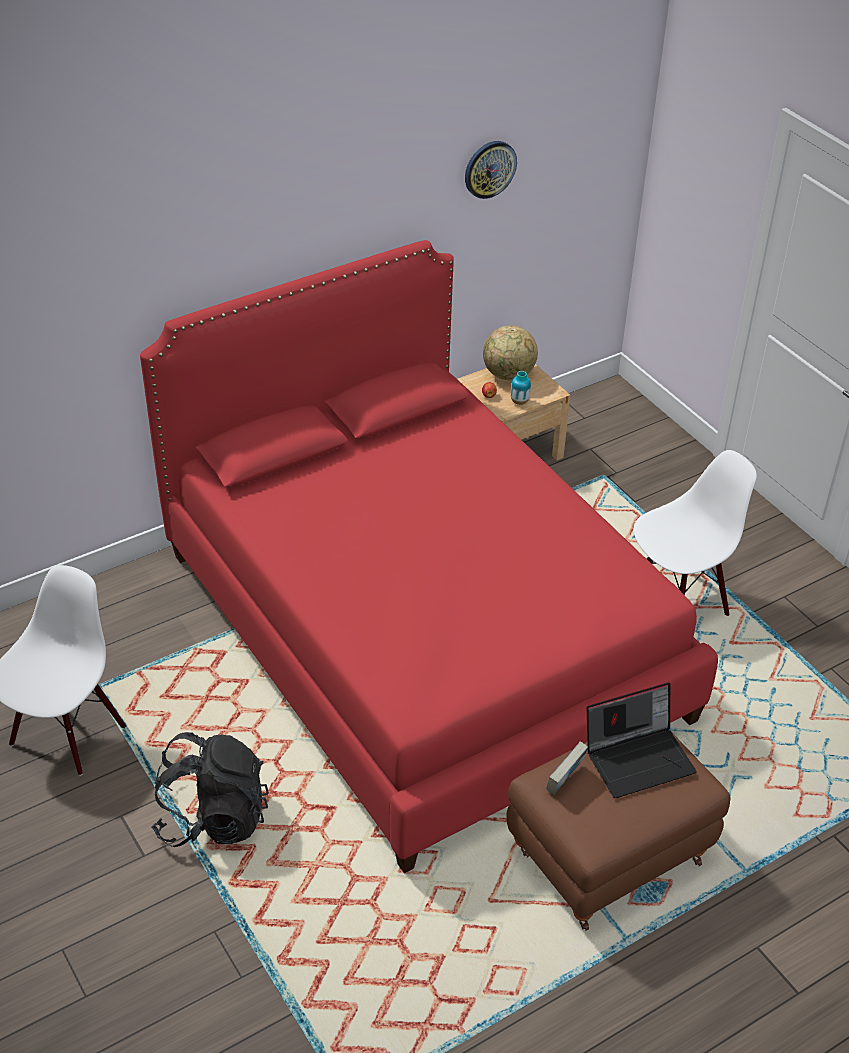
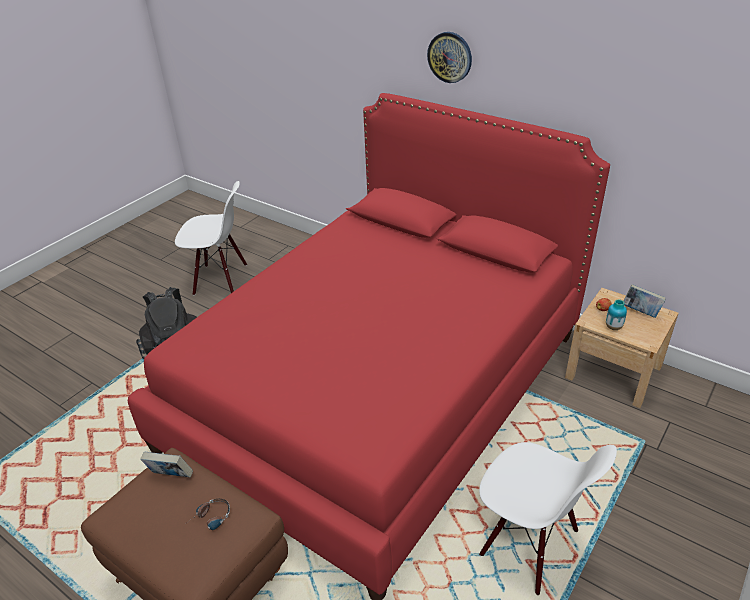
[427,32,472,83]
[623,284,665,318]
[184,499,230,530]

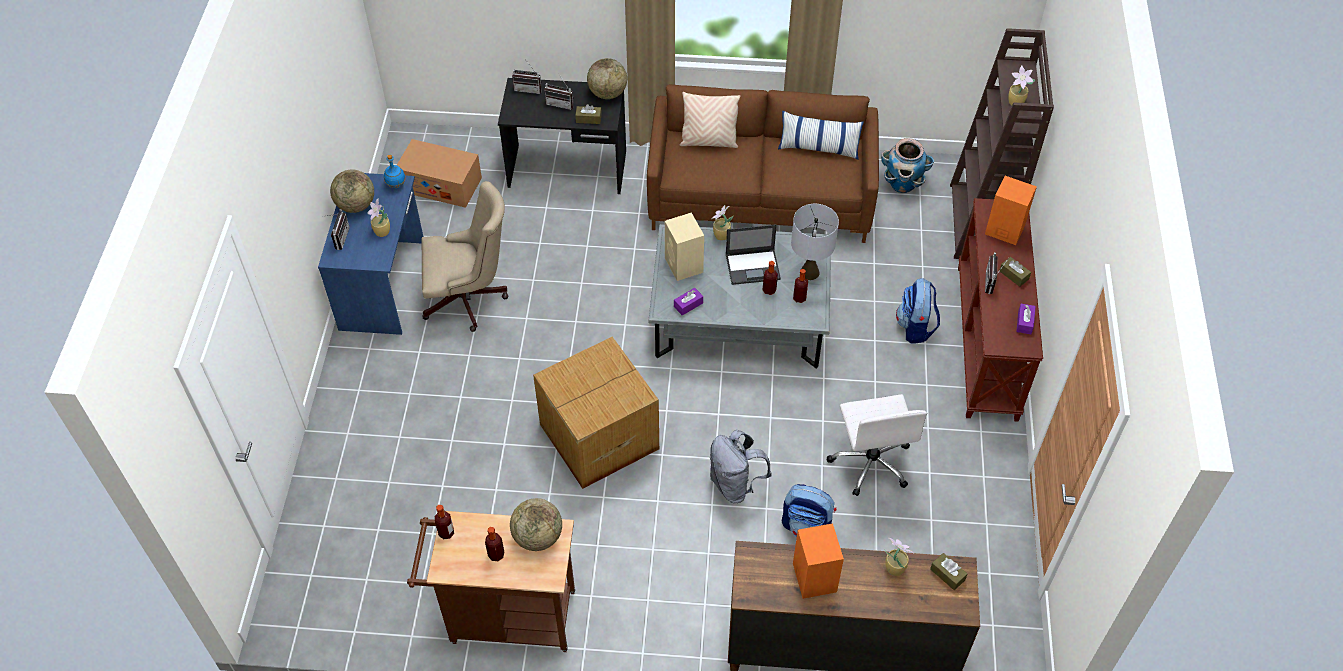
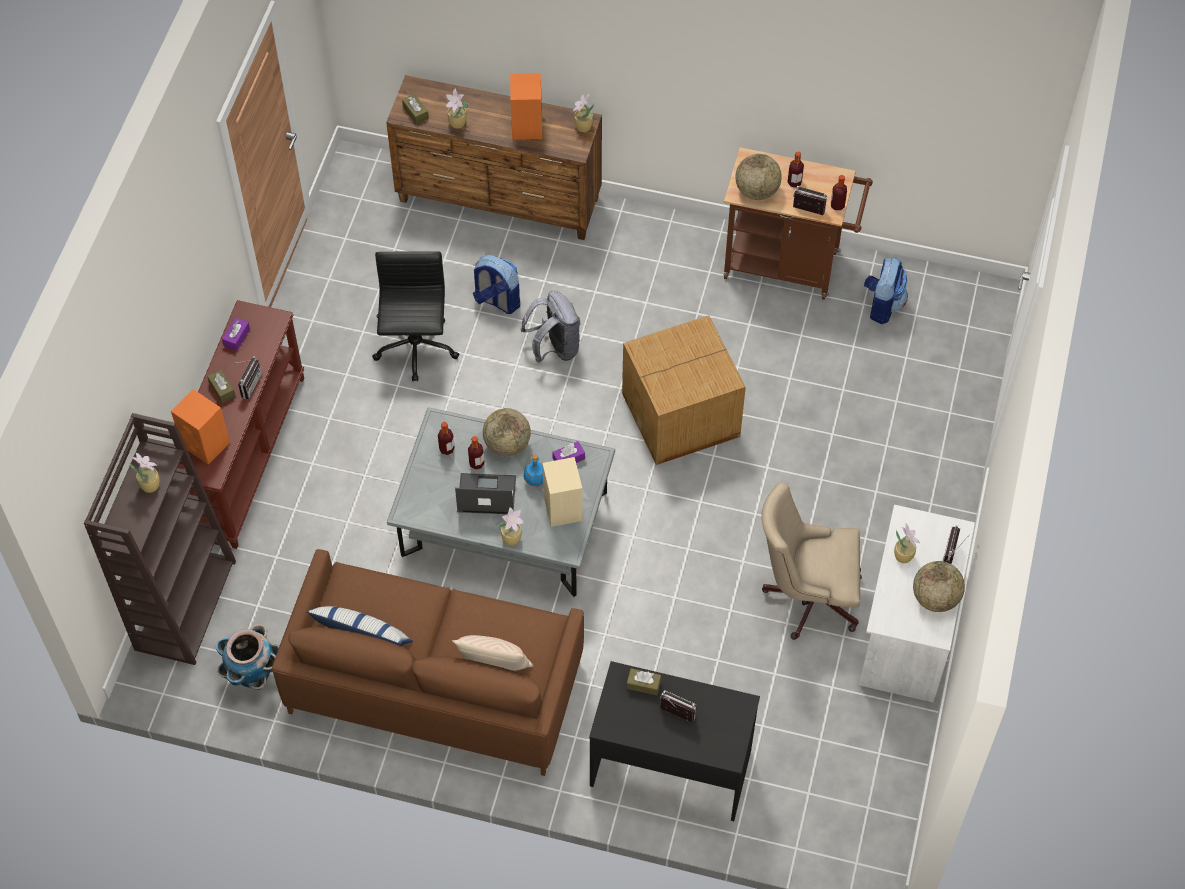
[859,505,975,703]
[523,455,543,487]
[397,139,482,208] (first image)
[793,186,827,215]
[483,408,531,456]
[791,204,839,280] (first image)
[372,251,459,381]
[864,257,908,324]
[573,94,594,132]

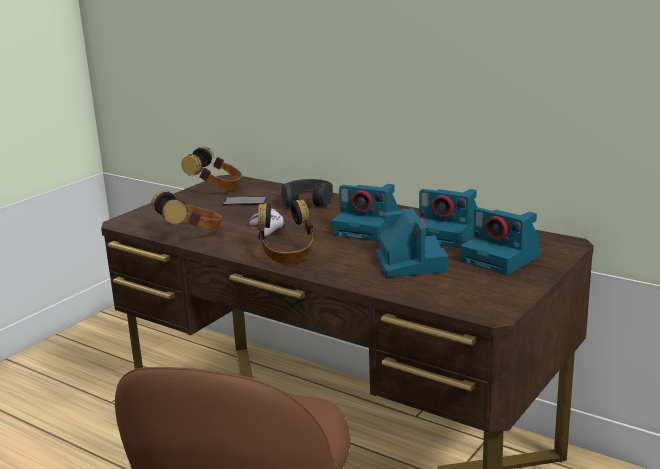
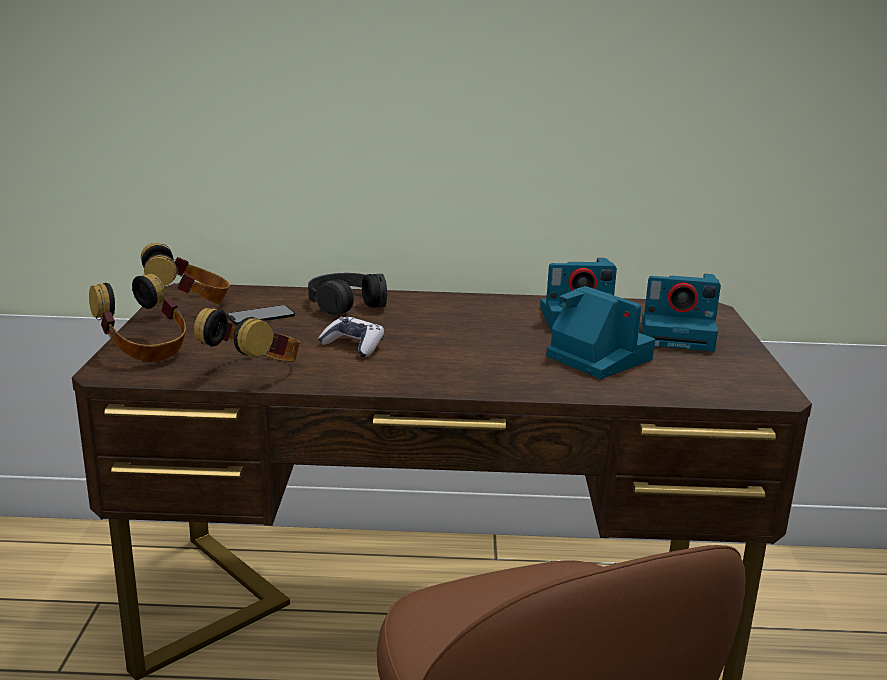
[89,274,186,362]
[332,184,397,241] (first image)

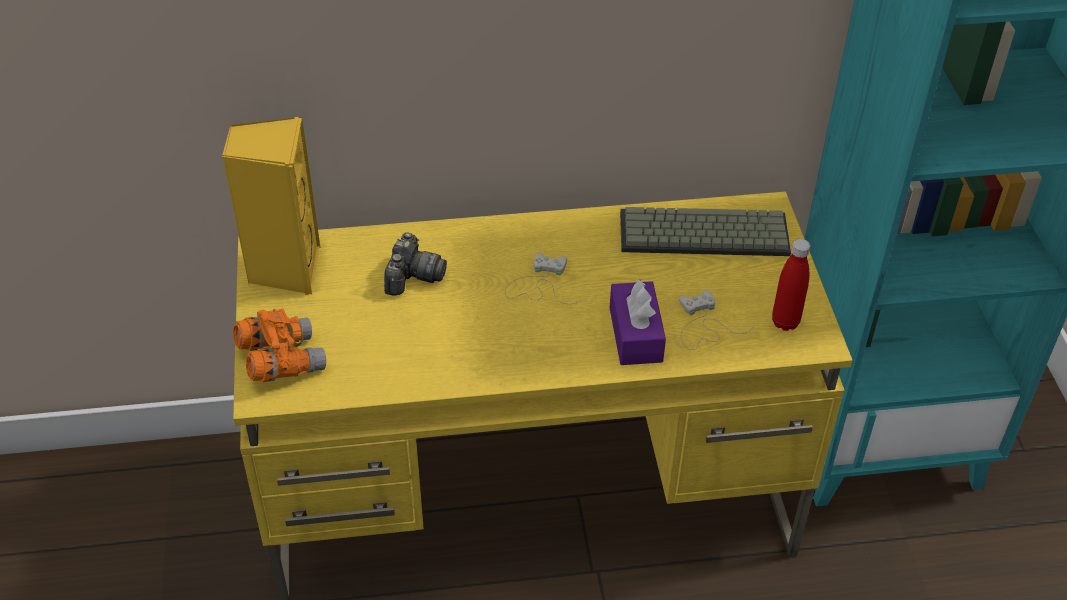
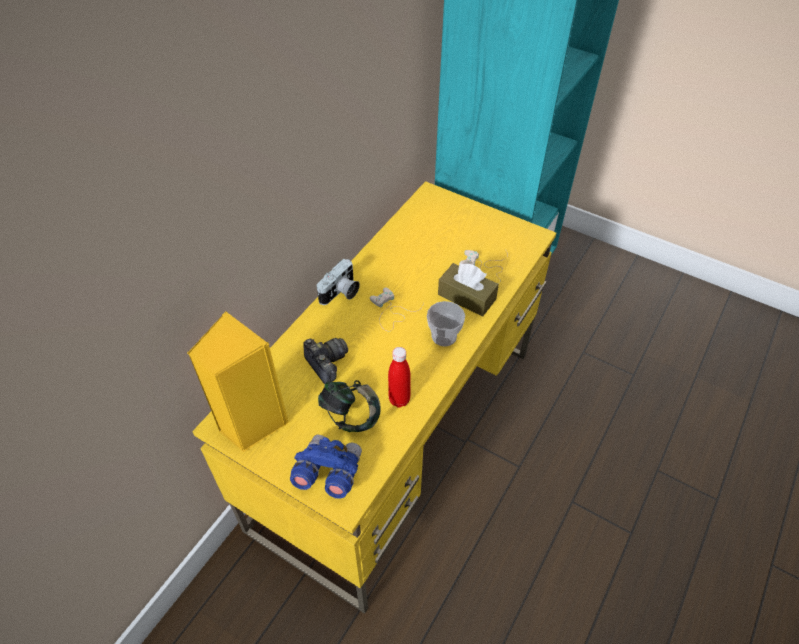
[290,435,362,499]
[438,263,499,317]
[620,207,791,256] (first image)
[388,347,411,407]
[317,259,360,305]
[318,380,380,432]
[427,301,465,347]

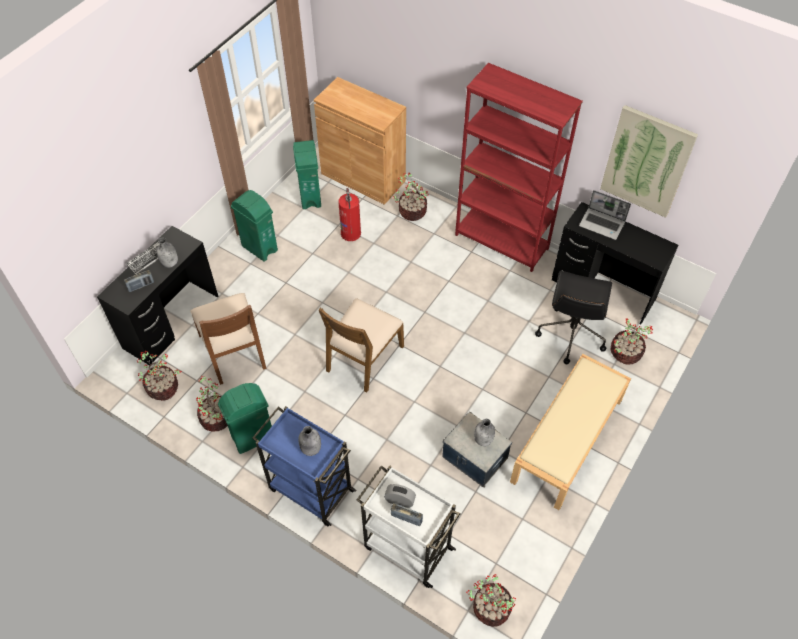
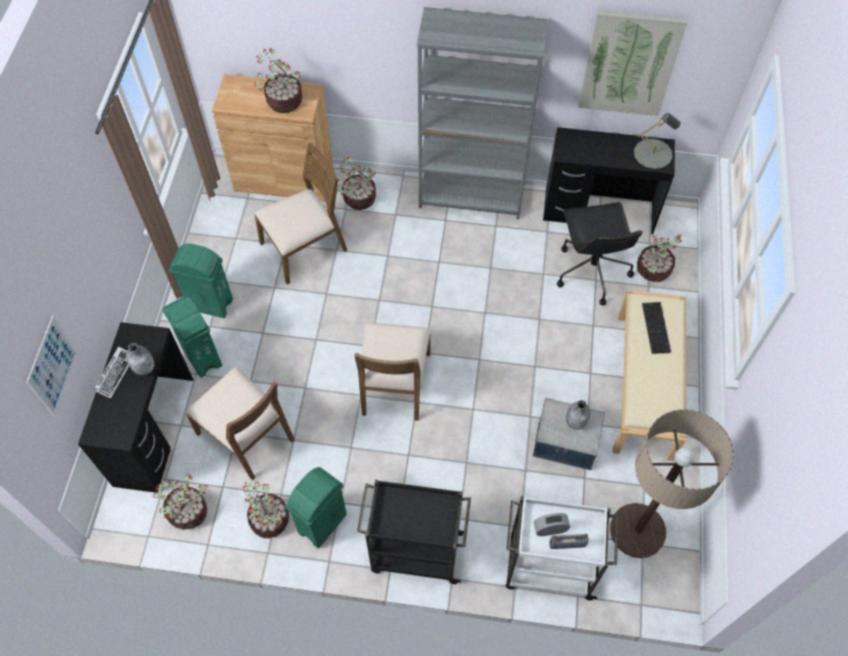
[124,270,154,292] (first image)
[357,479,471,584]
[163,295,222,378]
[298,426,321,456] (first image)
[254,143,348,285]
[417,7,548,219]
[254,48,302,113]
[579,190,631,240] (first image)
[26,315,78,416]
[610,409,734,558]
[634,113,681,169]
[642,302,671,354]

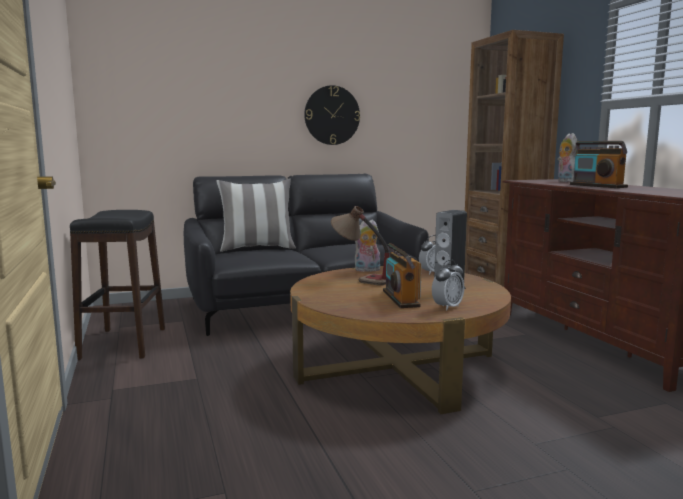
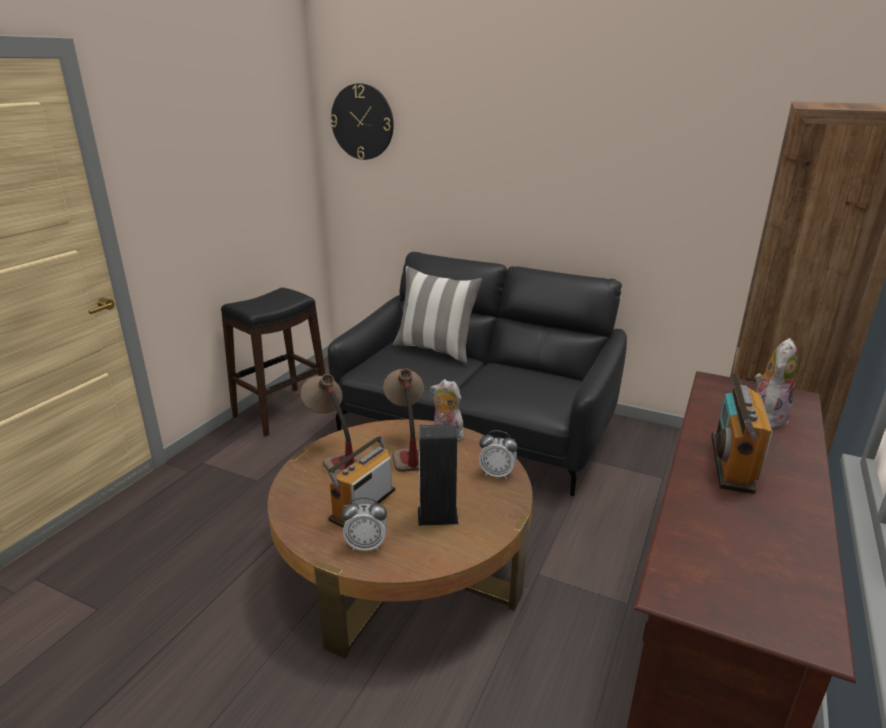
[330,83,394,160]
[301,374,361,476]

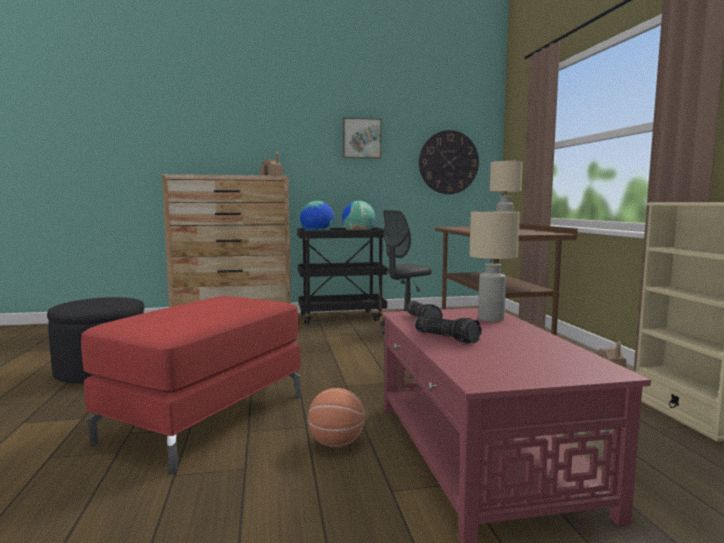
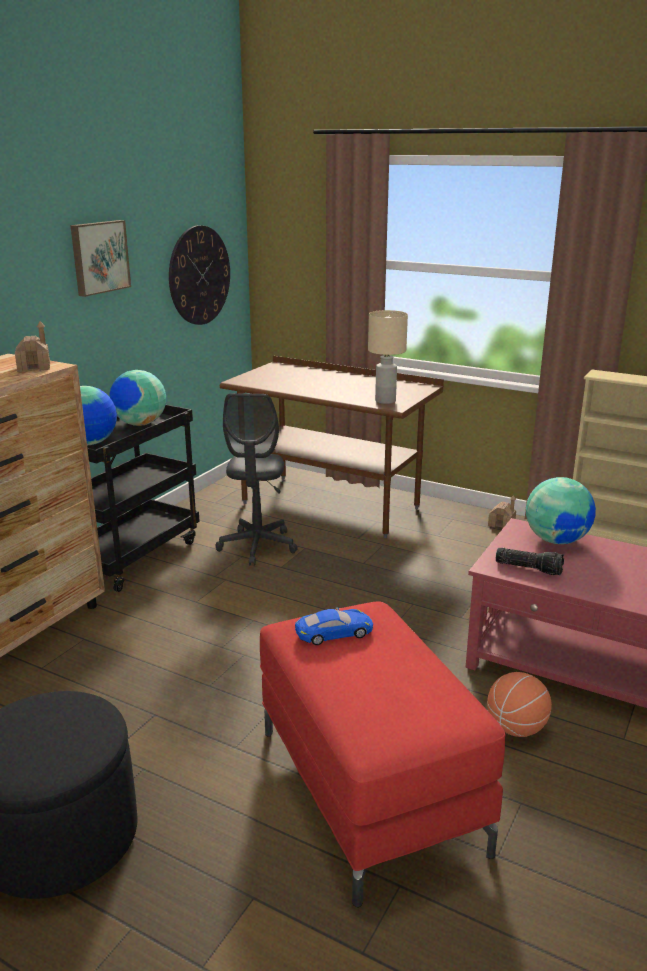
[415,316,482,343] (first image)
[526,477,596,544]
[295,607,373,645]

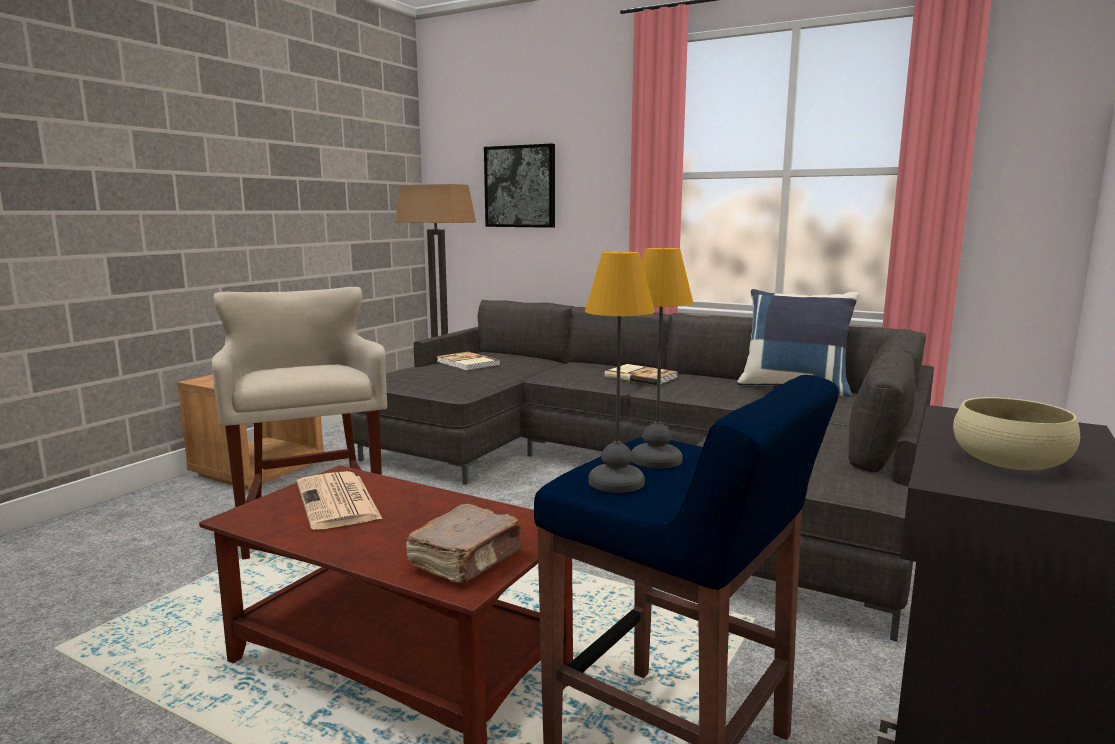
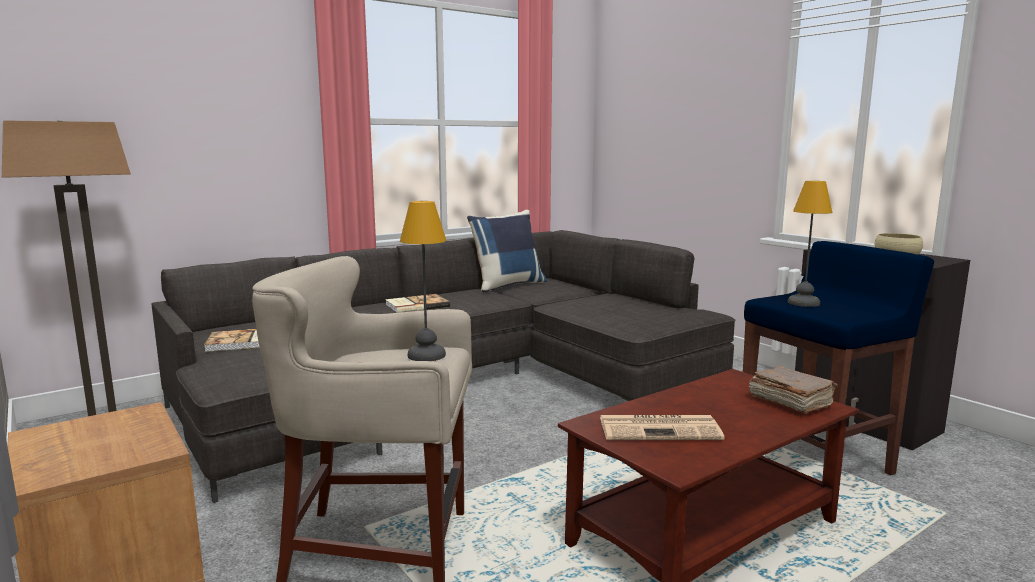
[484,143,555,228] (first image)
[400,201,446,361]

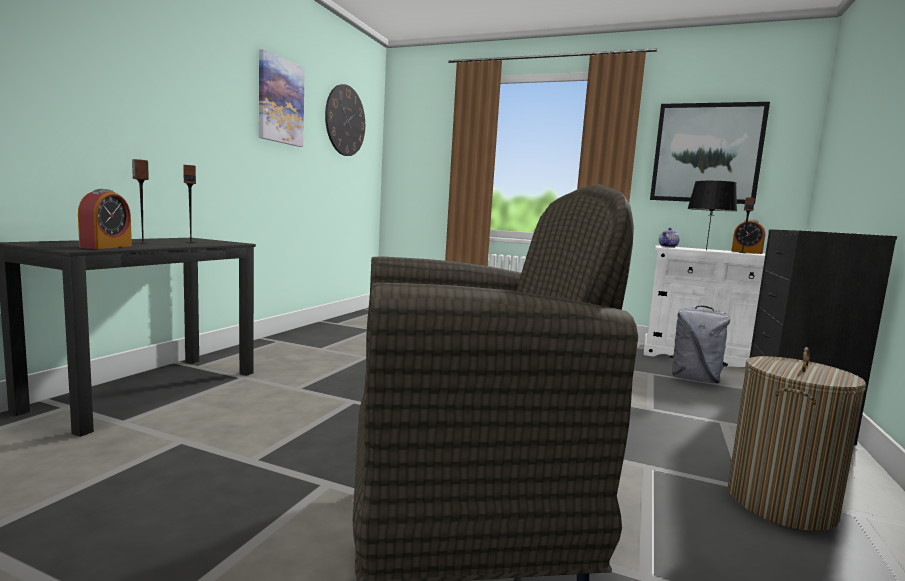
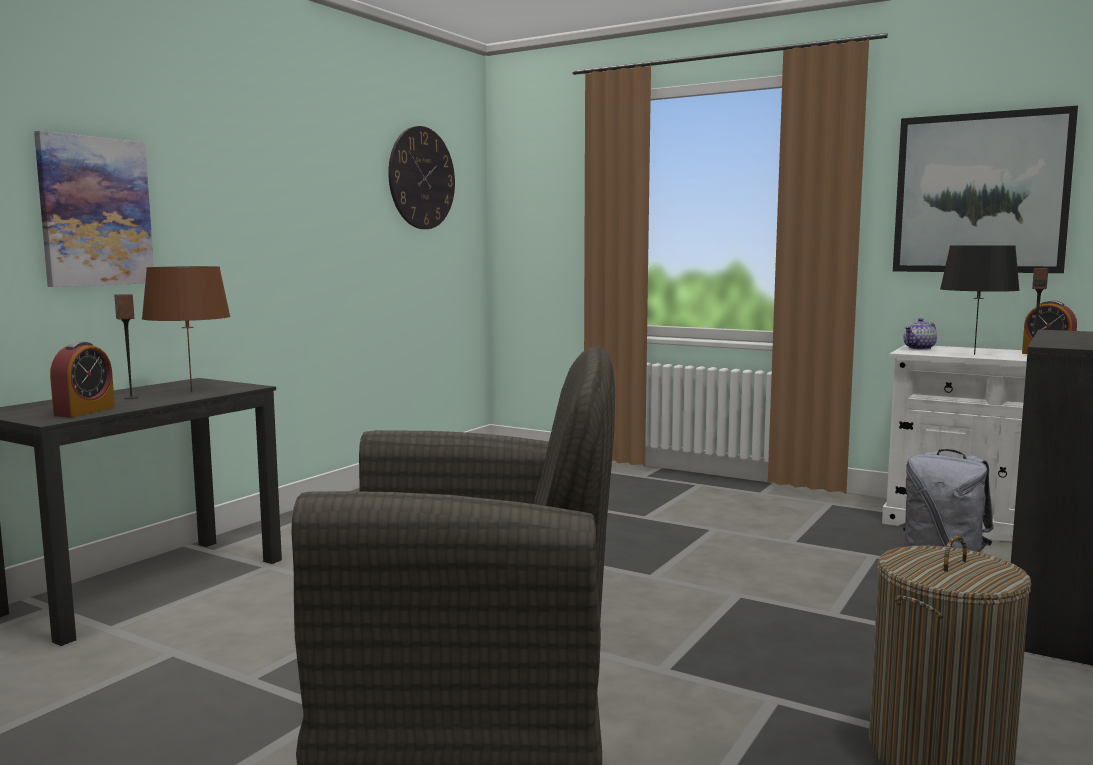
[142,266,231,392]
[34,131,154,287]

